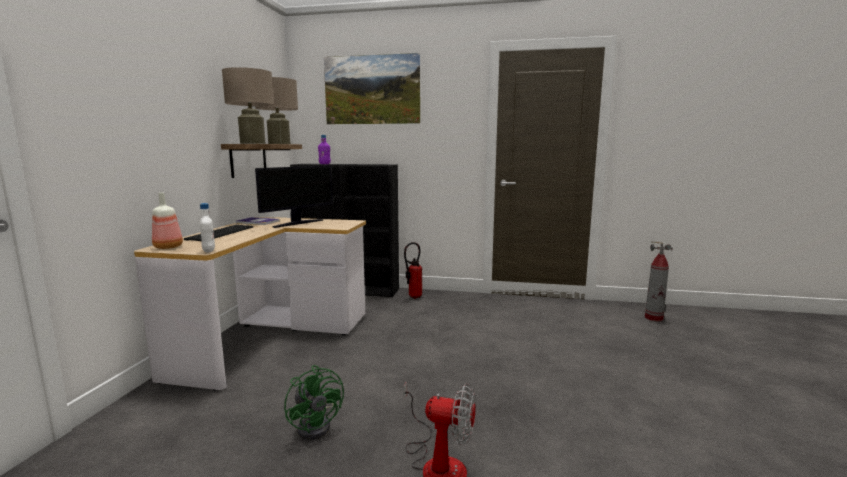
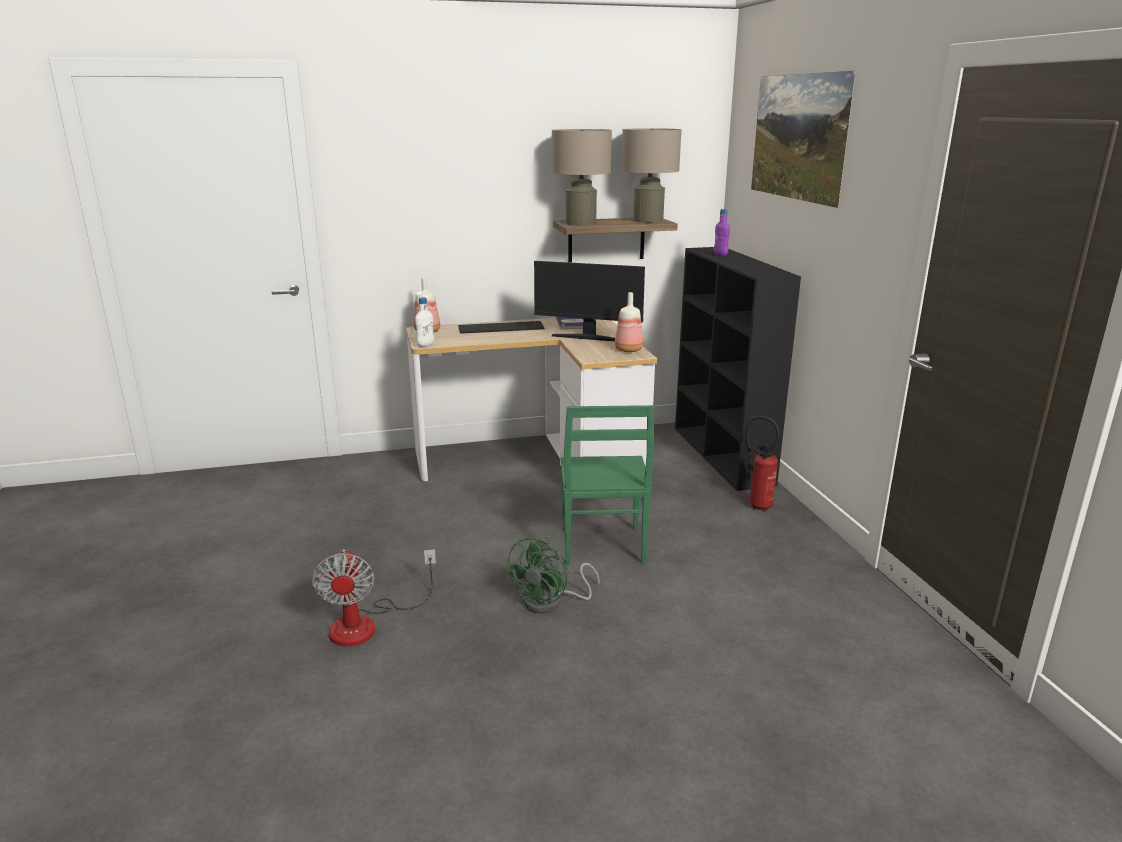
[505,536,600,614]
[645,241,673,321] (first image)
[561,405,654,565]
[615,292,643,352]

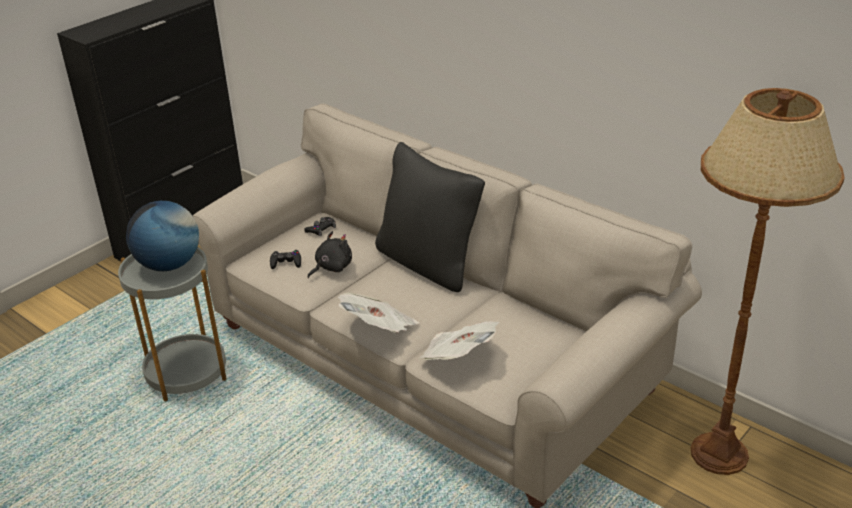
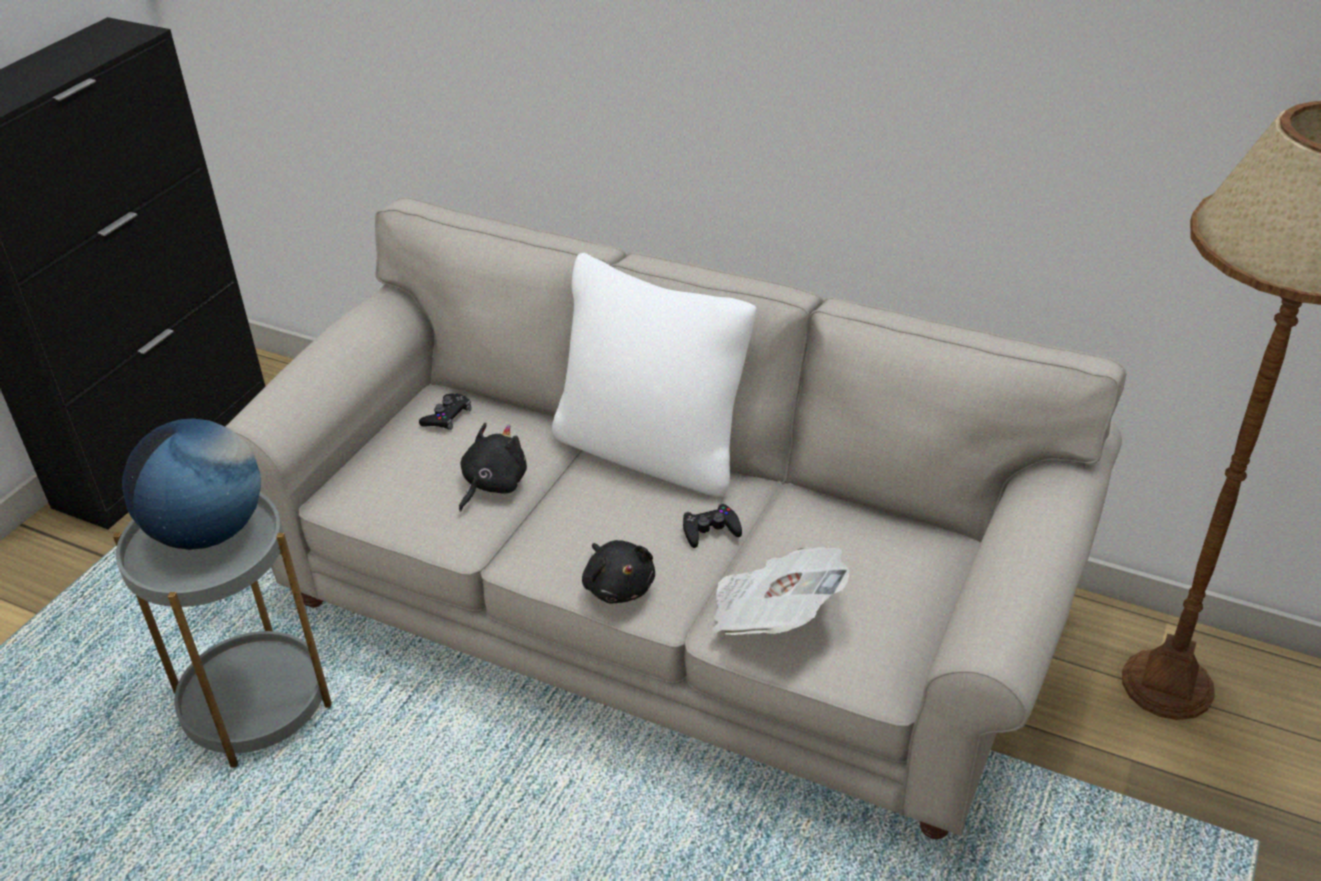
[683,503,742,548]
[582,540,655,603]
[552,253,757,496]

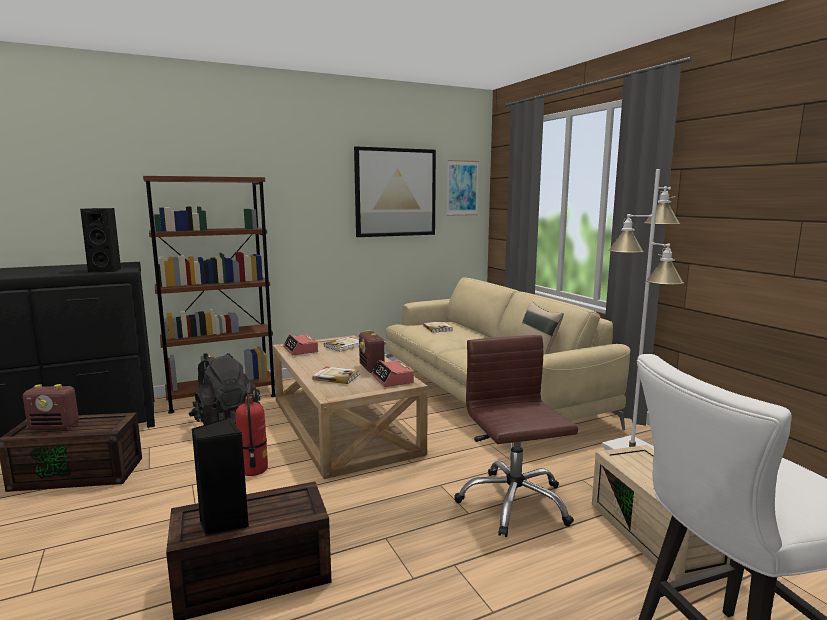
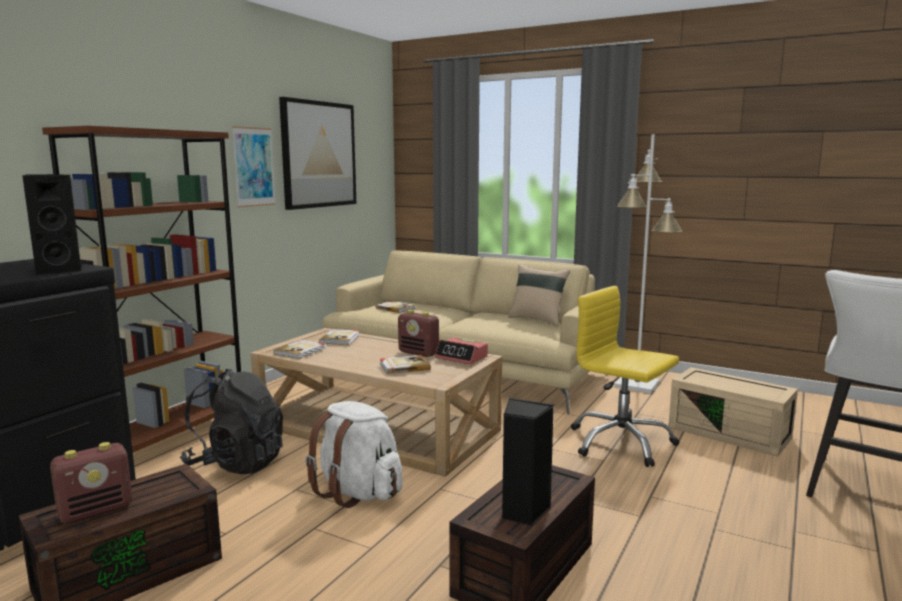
[306,401,403,508]
[274,340,326,359]
[232,126,276,207]
[571,286,679,467]

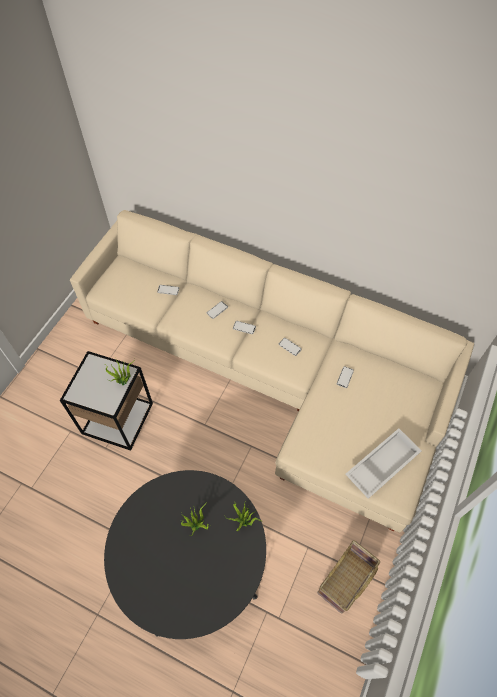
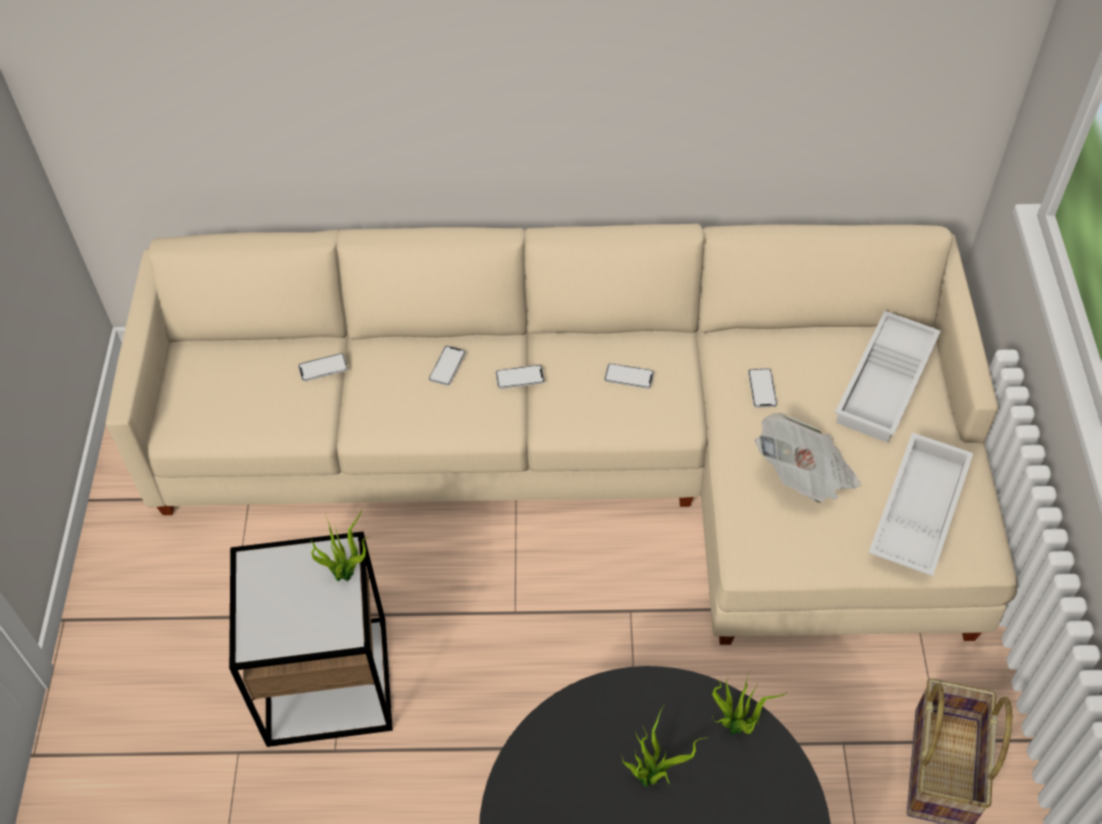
[755,413,861,503]
[835,311,941,443]

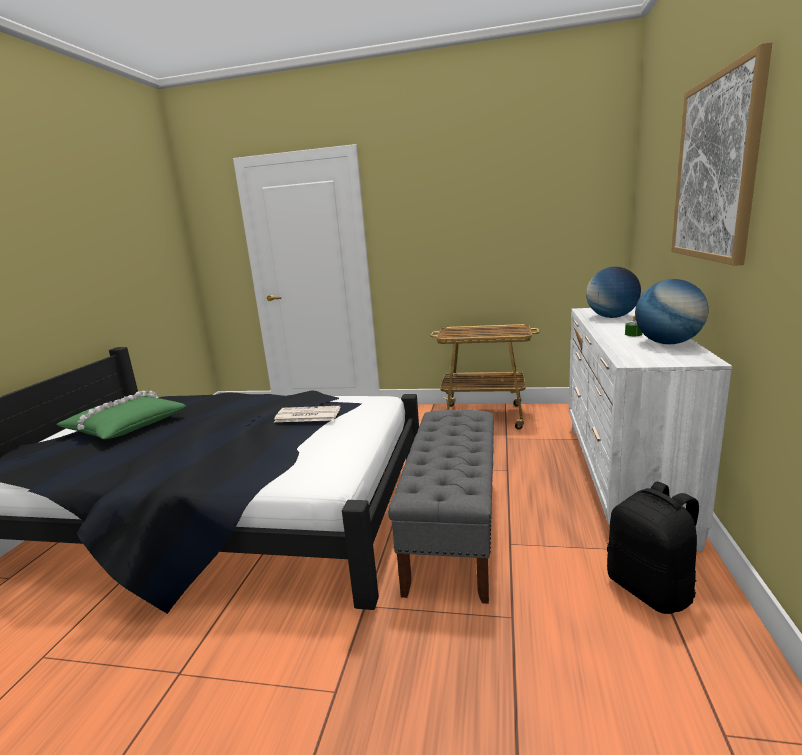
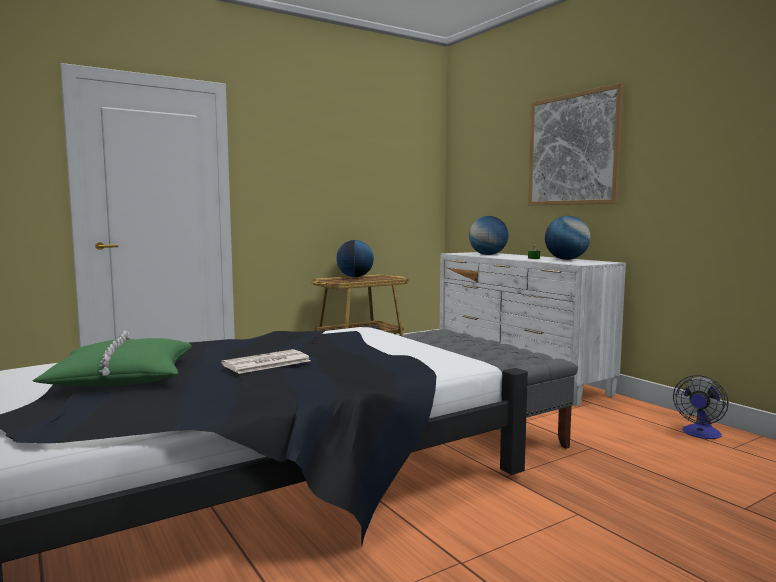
[221,349,311,374]
[607,482,699,614] (first image)
[336,240,374,277]
[673,375,729,439]

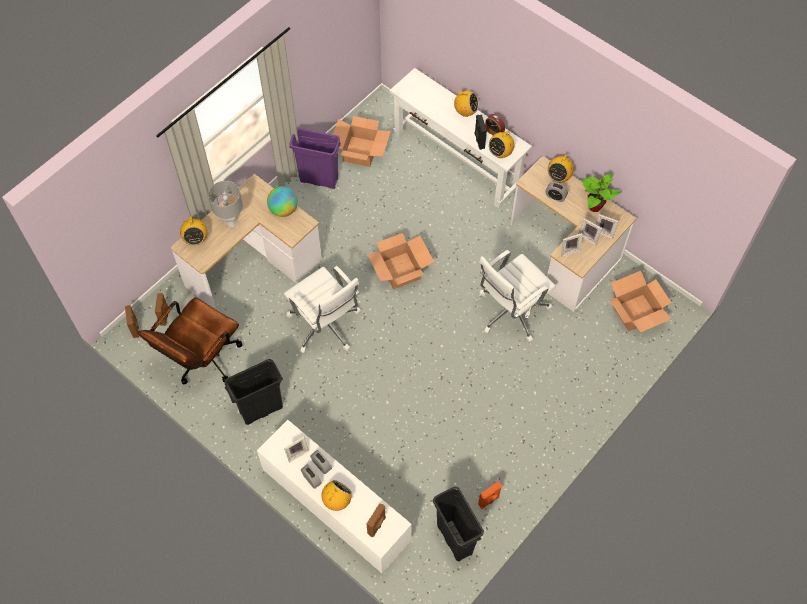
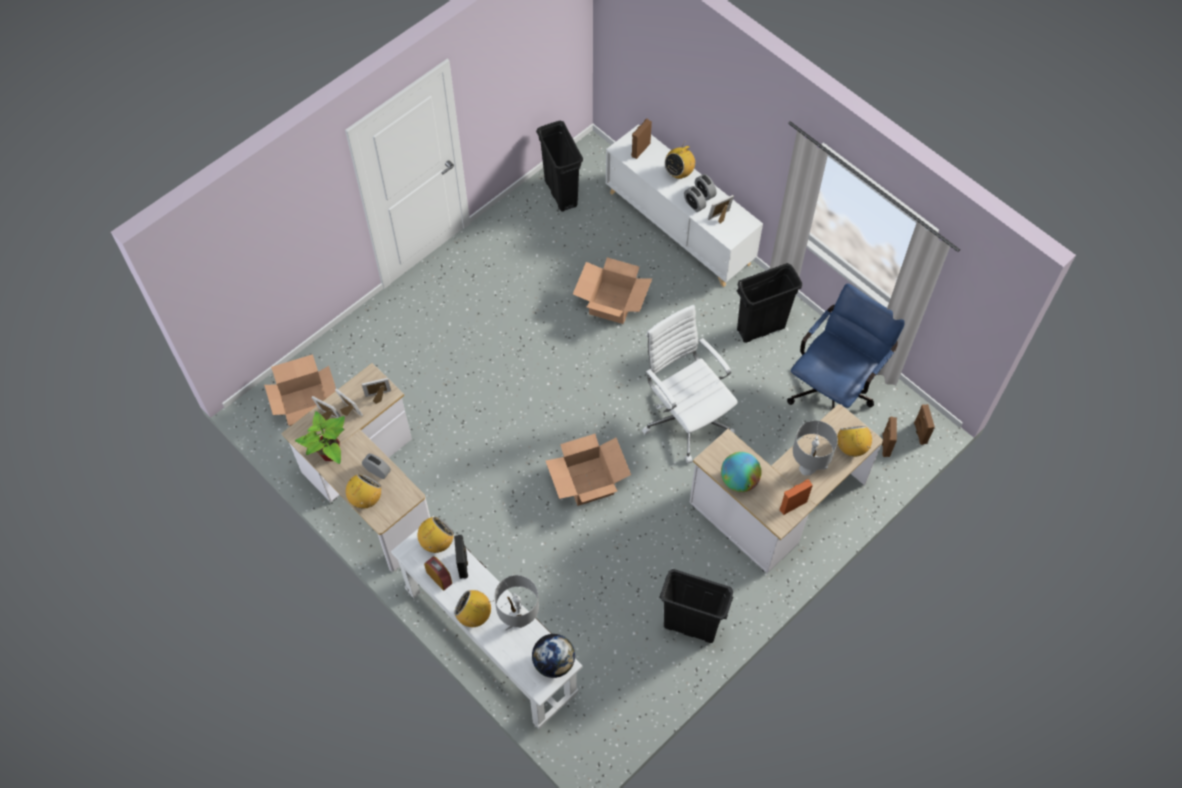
[787,283,905,409]
[659,569,733,643]
[573,257,652,324]
[780,479,813,515]
[479,250,556,342] (first image)
[494,575,539,630]
[532,634,575,678]

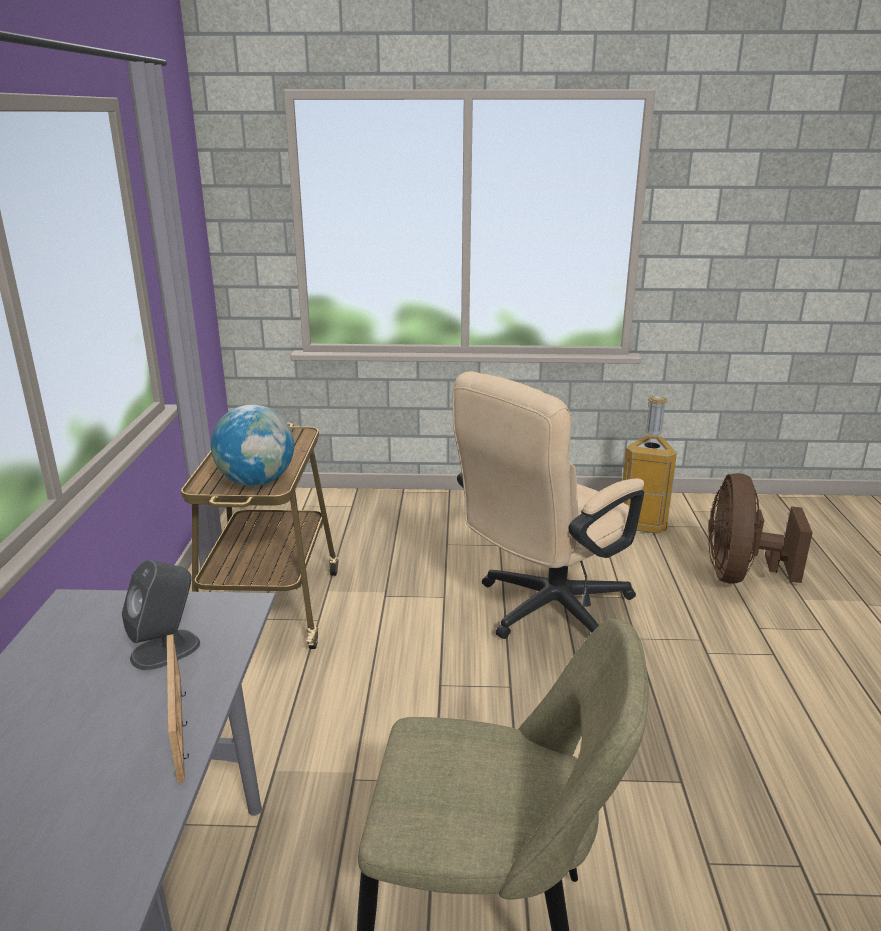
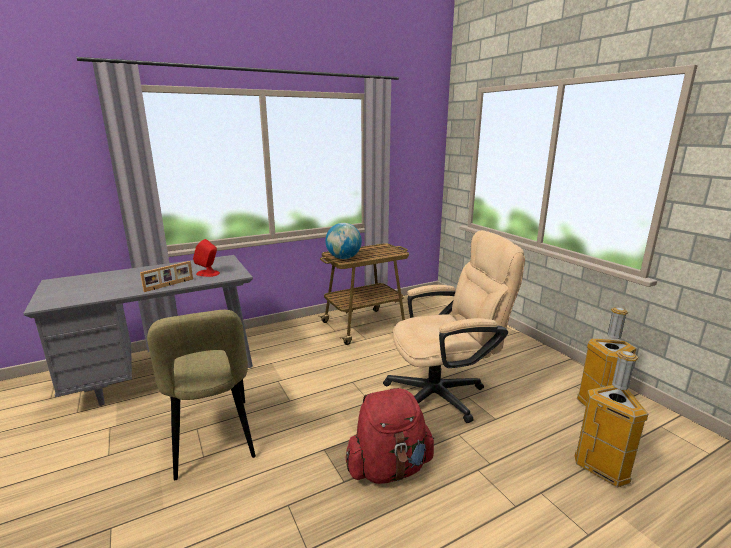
[193,239,220,277]
[383,230,525,423]
[575,351,649,488]
[346,388,434,484]

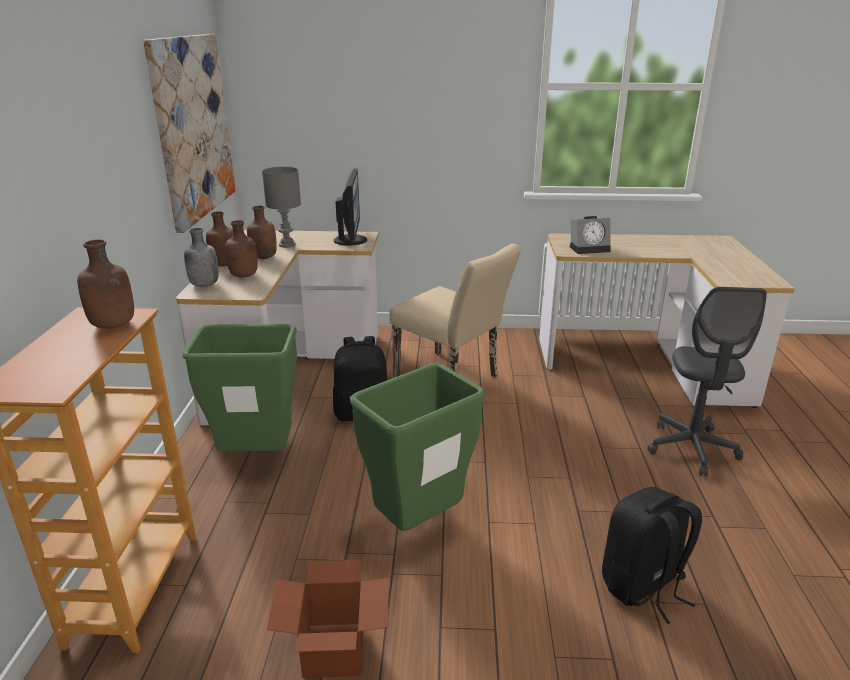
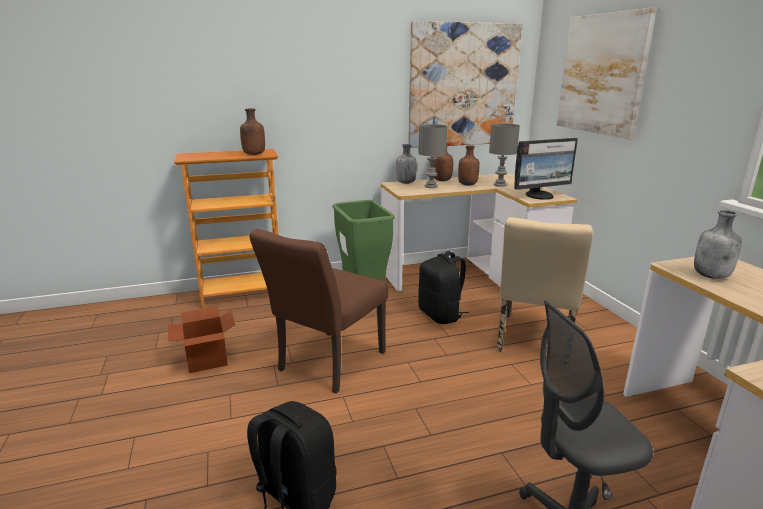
[418,124,448,188]
[249,229,388,393]
[694,210,742,279]
[557,8,657,139]

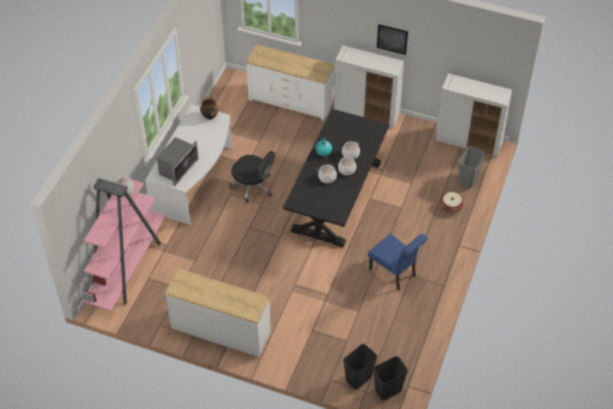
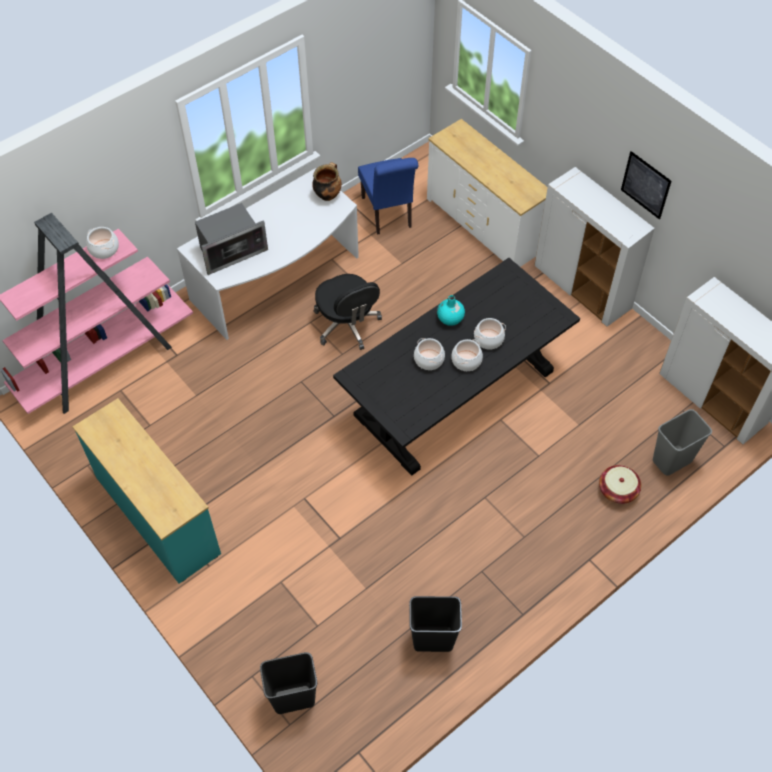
[72,398,221,584]
[358,158,418,235]
[409,596,462,652]

